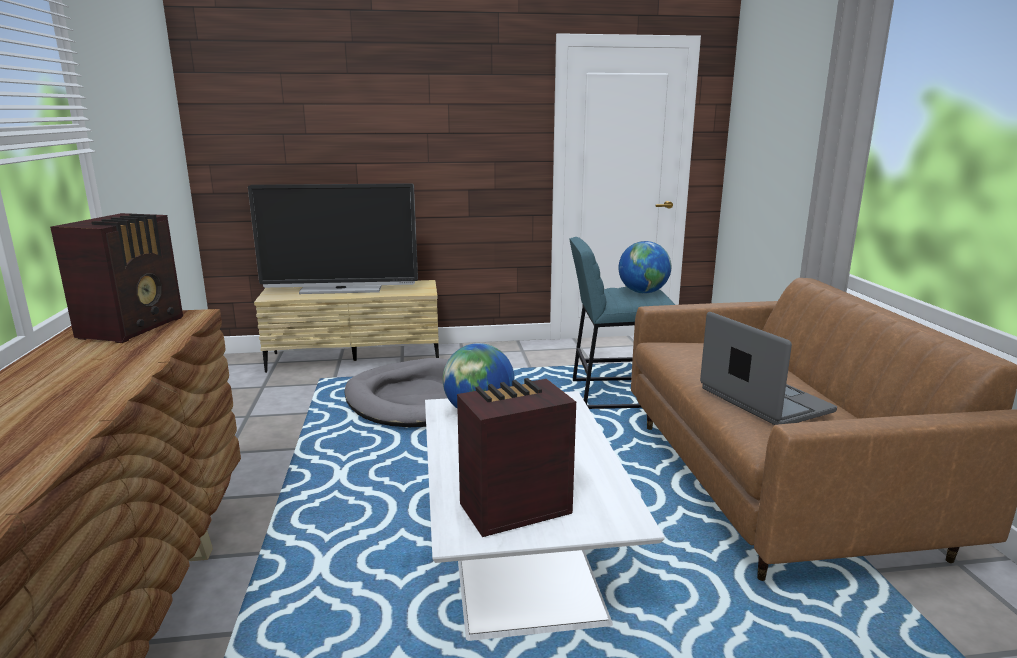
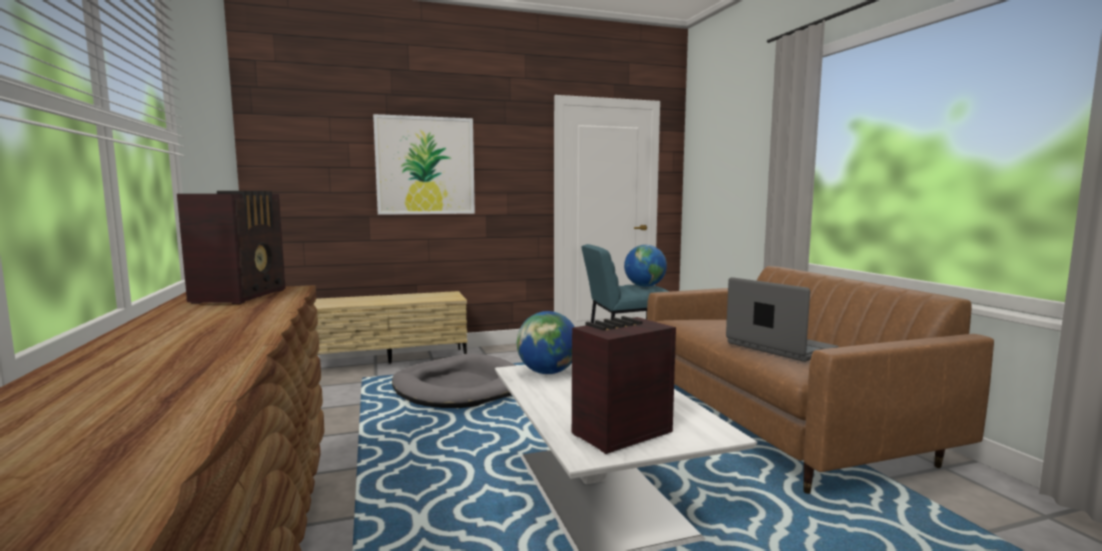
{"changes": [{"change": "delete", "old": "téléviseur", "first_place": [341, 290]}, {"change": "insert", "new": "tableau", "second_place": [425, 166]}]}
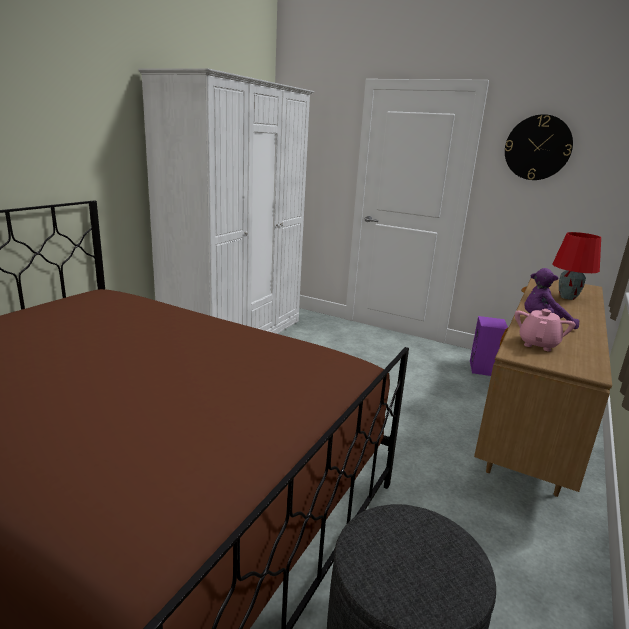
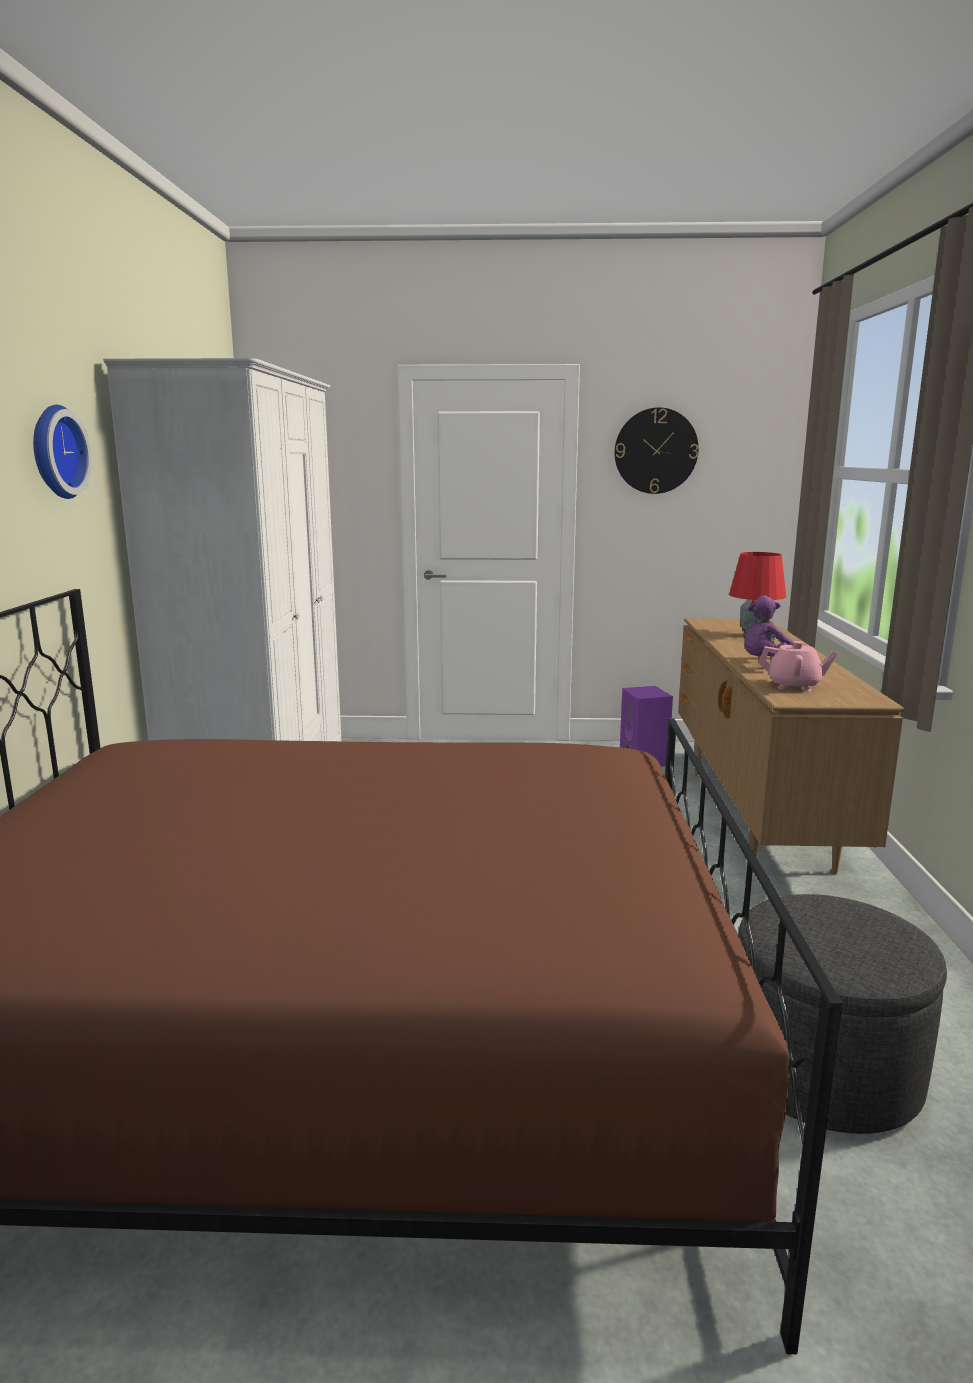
{"changes": [{"change": "insert", "new": "horloge murale", "second_place": [54, 452]}, {"change": "rotate", "old": "théière/rose", "first_place": [538, 344], "second_place": [794, 686], "degrees": 105}]}
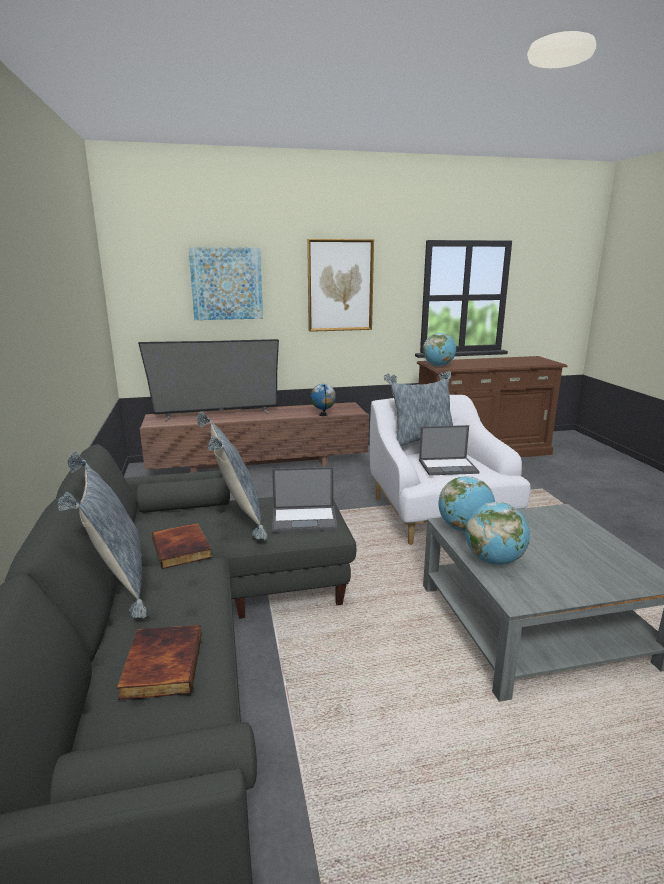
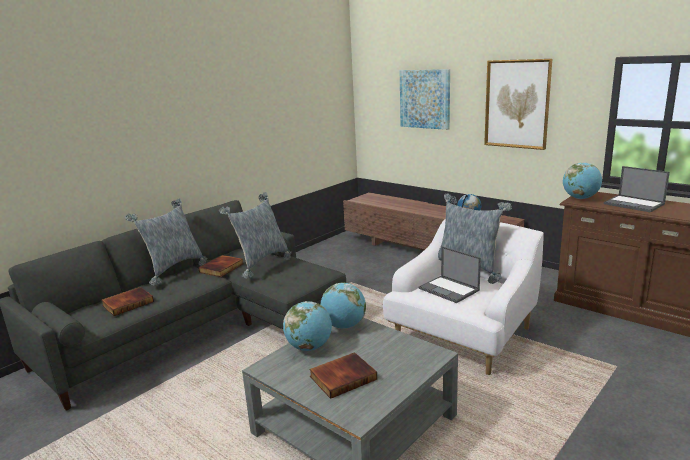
{"changes": [{"change": "delete", "old": "téléviseur", "first_place": [217, 414]}, {"change": "insert", "new": "livre", "second_place": [343, 377]}, {"change": "move", "old": "ordinateur portable", "first_place": [305, 519], "second_place": [634, 204]}]}
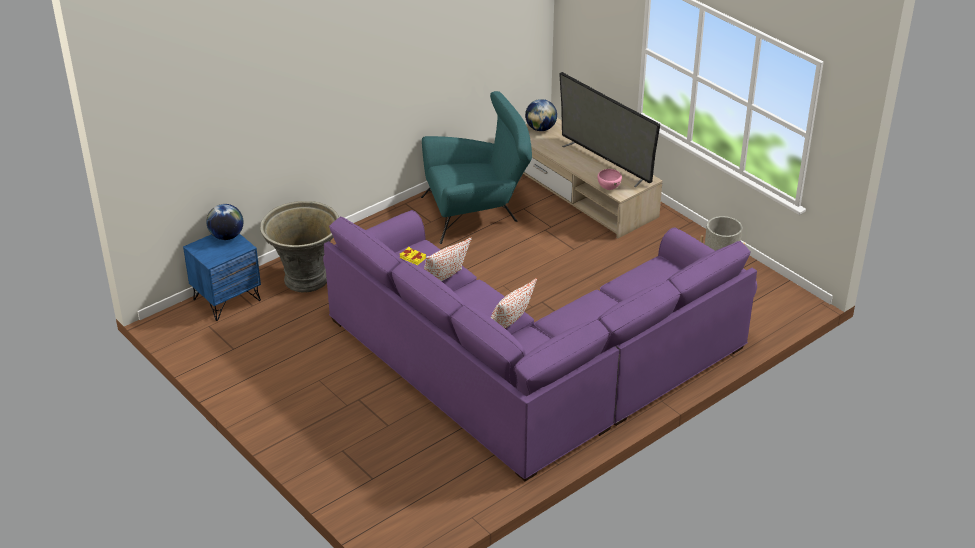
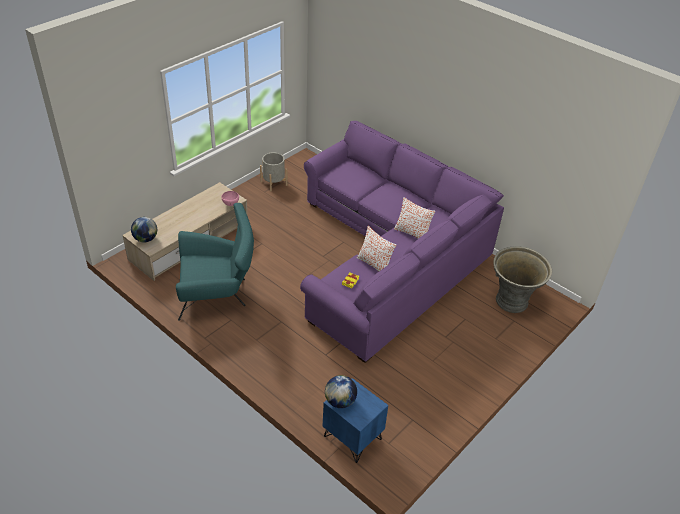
{"changes": [{"change": "delete", "old": "téléviseur", "first_place": [606, 162]}, {"change": "move", "old": "cache-pot/gris", "first_place": [305, 279], "second_place": [511, 302]}, {"change": "rotate", "old": "fauteuil/turquoise", "first_place": [478, 213], "second_place": [218, 294], "degrees": 105}]}
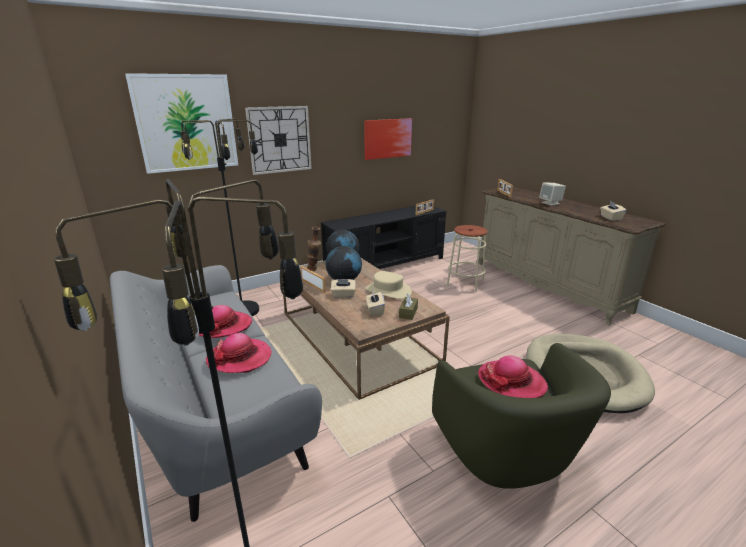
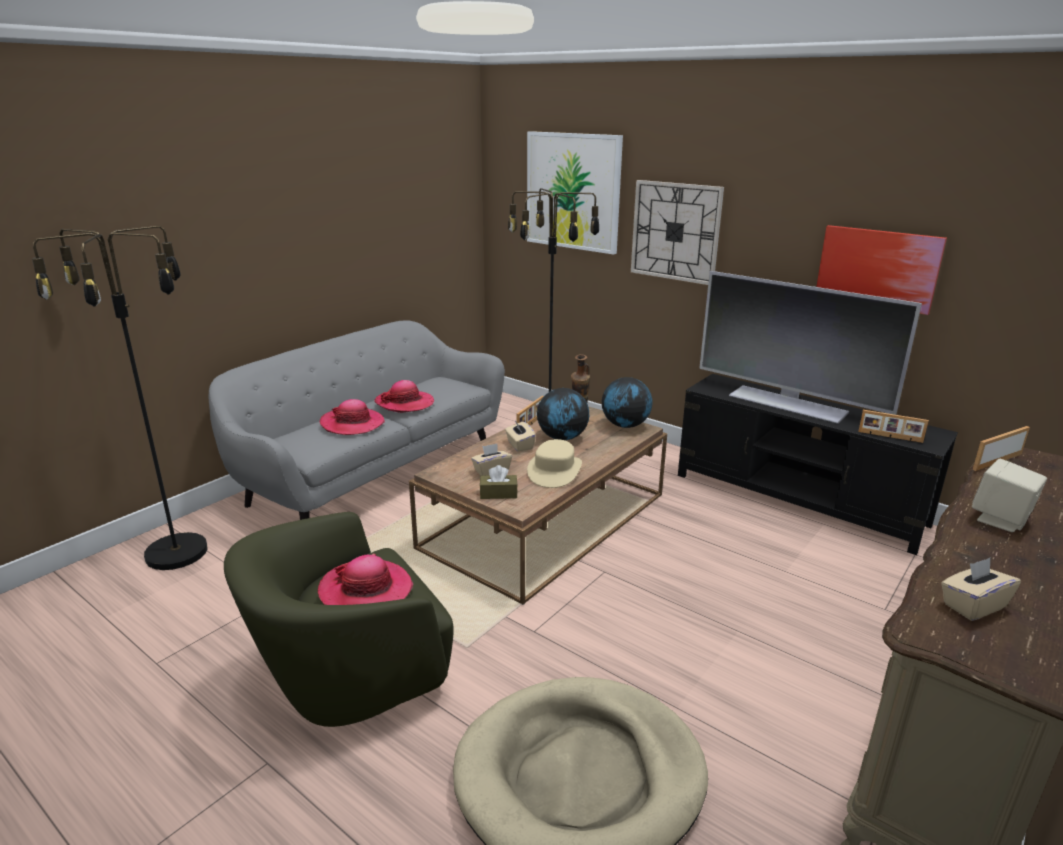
{"changes": [{"change": "delete", "old": "tabouret/beige", "first_place": [465, 283]}, {"change": "insert", "new": "téléviseur", "second_place": [788, 403]}]}
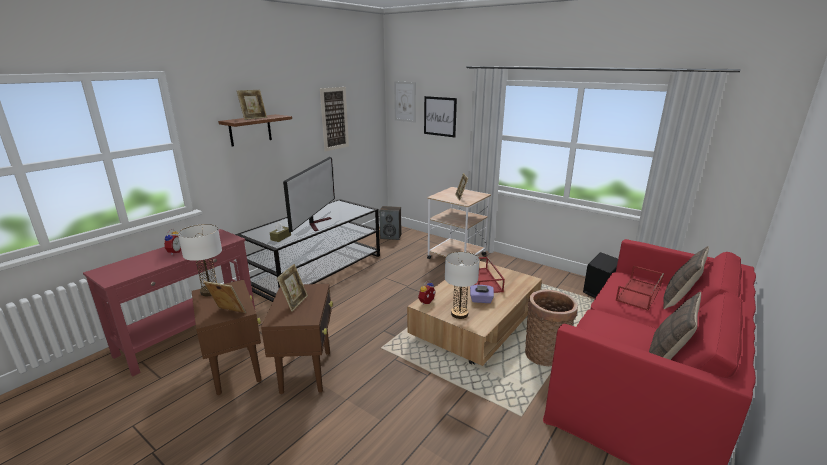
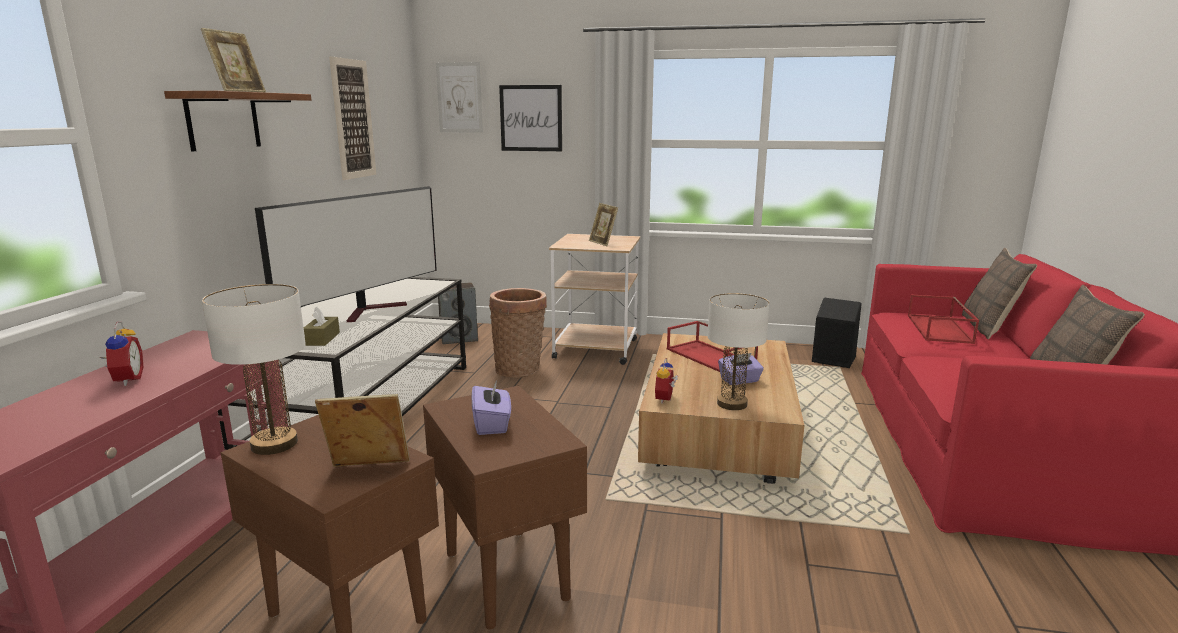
{"changes": [{"change": "move", "old": "panier", "first_place": [545, 355], "second_place": [520, 369]}, {"change": "replace", "old": "cadre photo", "new": "boîte à mouchoirs/violet", "first_place": [294, 302], "second_place": [492, 424]}, {"change": "rotate", "old": "téléviseur", "first_place": [317, 223], "second_place": [371, 310], "degrees": 45}]}
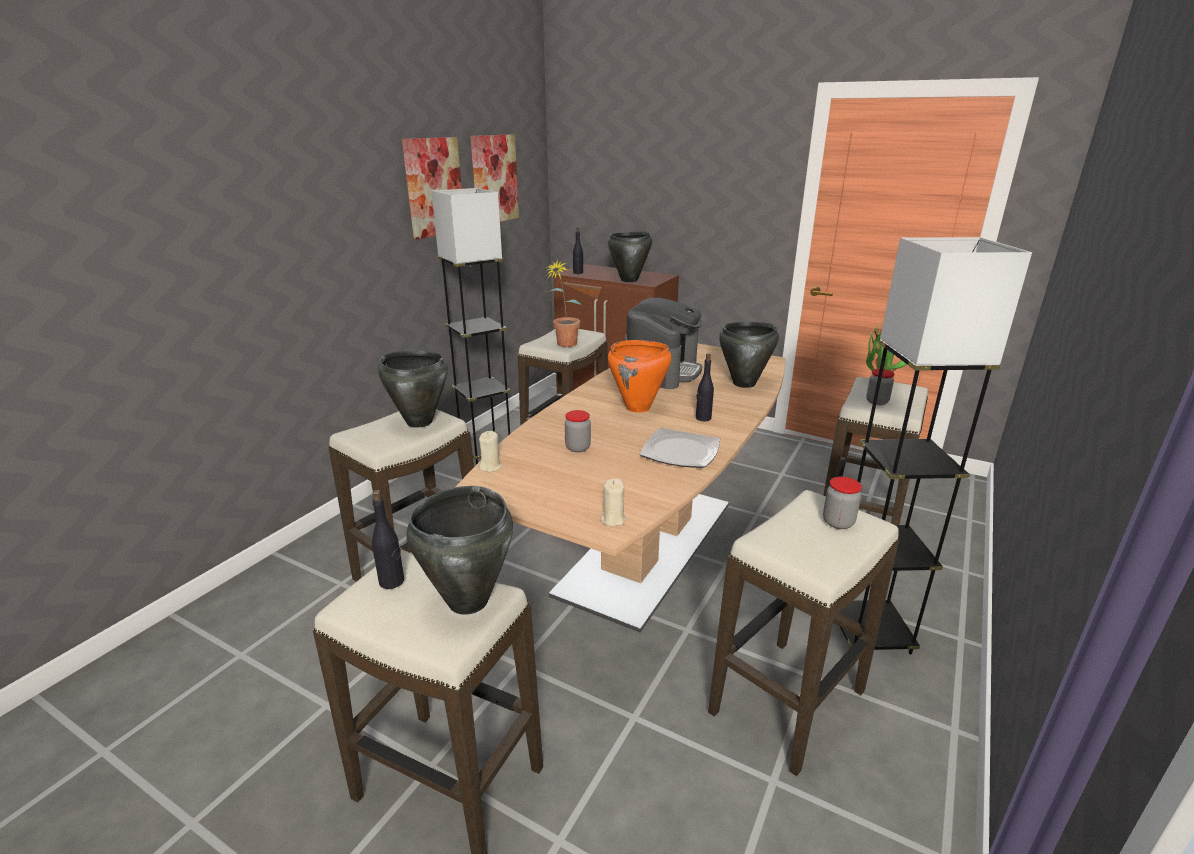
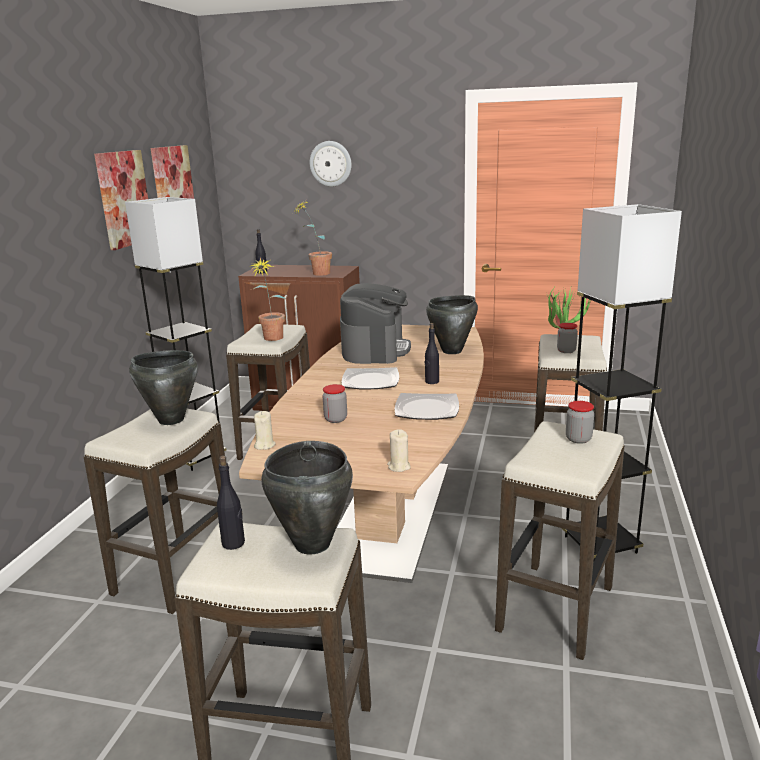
{"changes": [{"change": "insert", "new": "horloge murale", "second_place": [330, 163]}, {"change": "replace", "old": "marmite/noir", "new": "plante en pot", "first_place": [629, 280], "second_place": [316, 274]}, {"change": "replace", "old": "marmite/orange", "new": "assiette", "first_place": [638, 408], "second_place": [371, 381]}]}
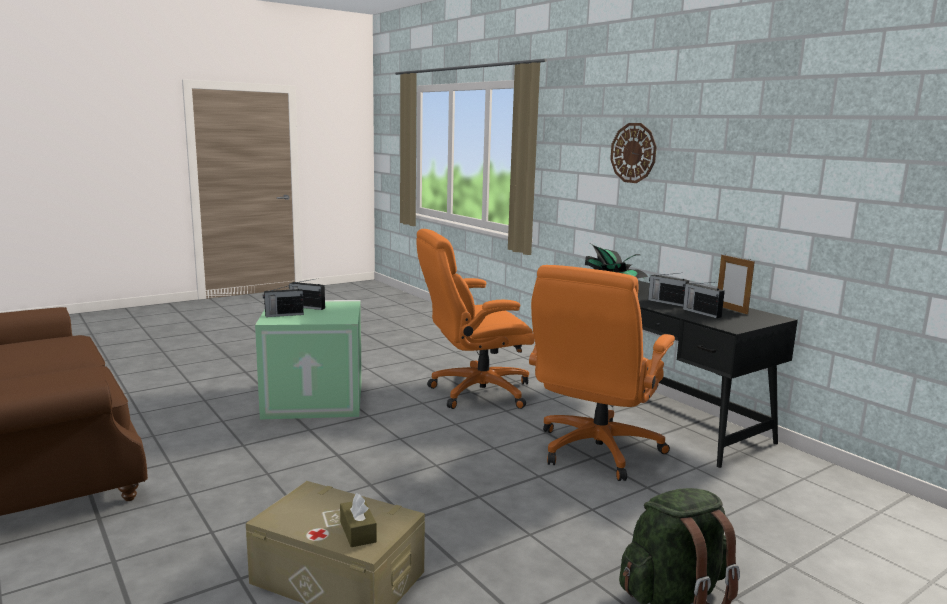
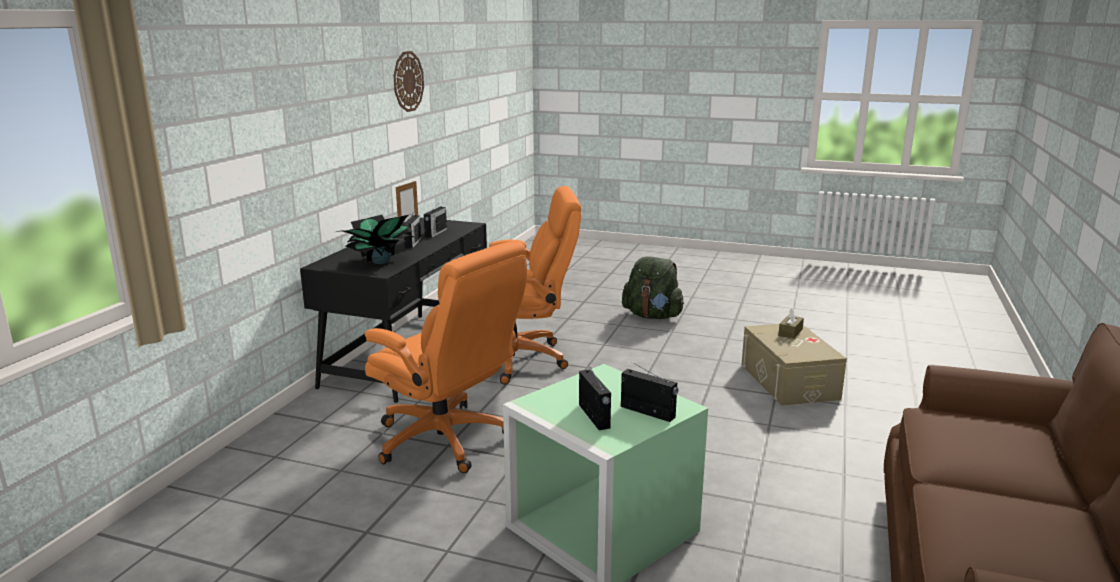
{"changes": [{"change": "move", "old": "horloge murale", "first_place": [633, 153], "second_place": [408, 81]}]}
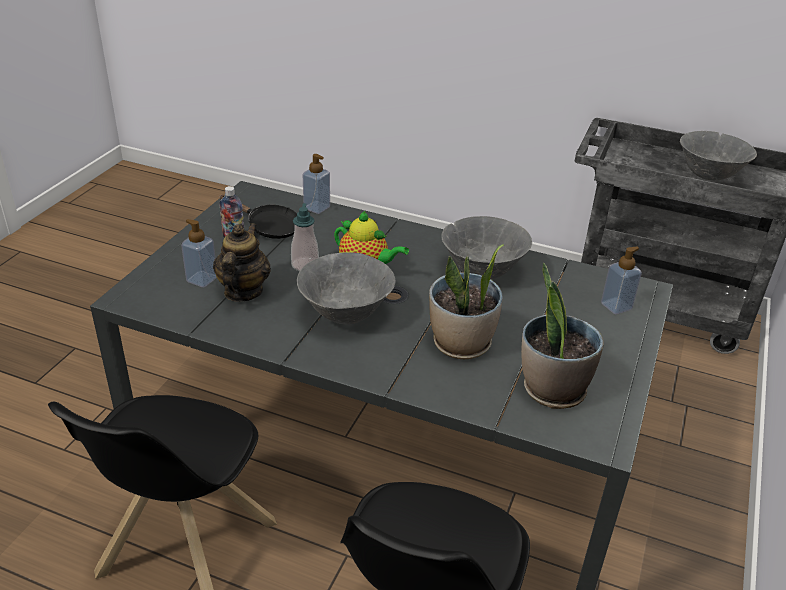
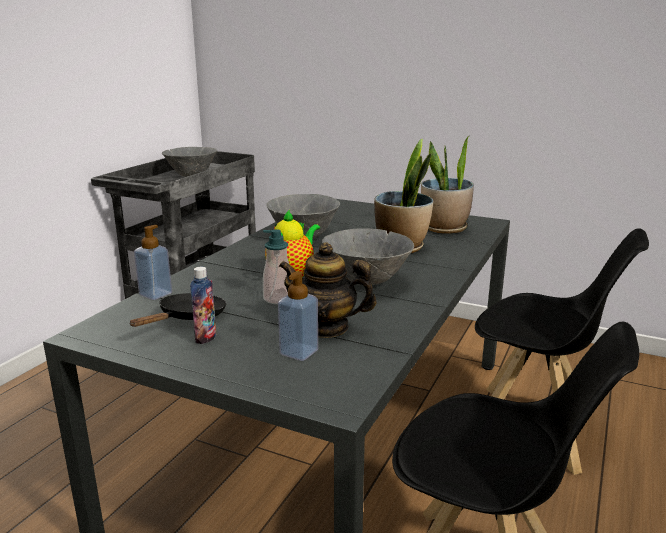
{"changes": [{"change": "delete", "old": "distributeur de savon", "first_place": [616, 306]}]}
